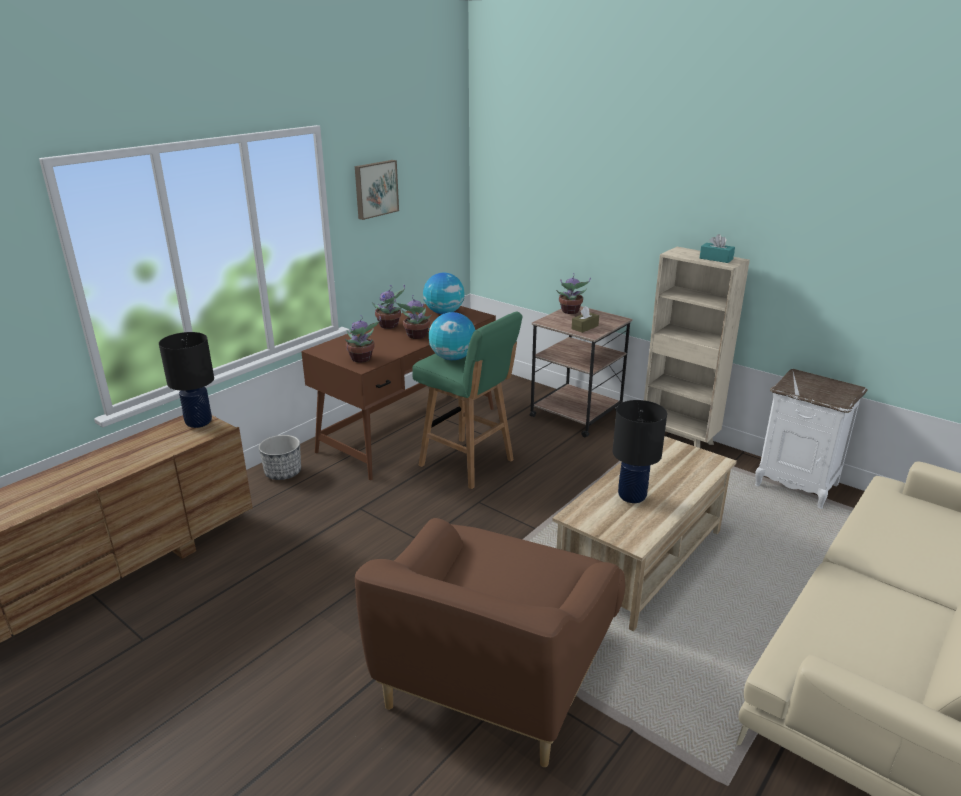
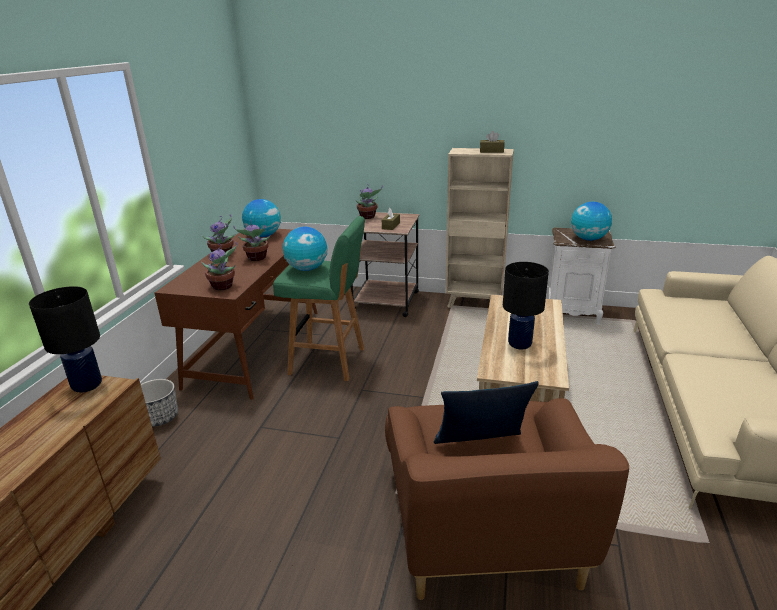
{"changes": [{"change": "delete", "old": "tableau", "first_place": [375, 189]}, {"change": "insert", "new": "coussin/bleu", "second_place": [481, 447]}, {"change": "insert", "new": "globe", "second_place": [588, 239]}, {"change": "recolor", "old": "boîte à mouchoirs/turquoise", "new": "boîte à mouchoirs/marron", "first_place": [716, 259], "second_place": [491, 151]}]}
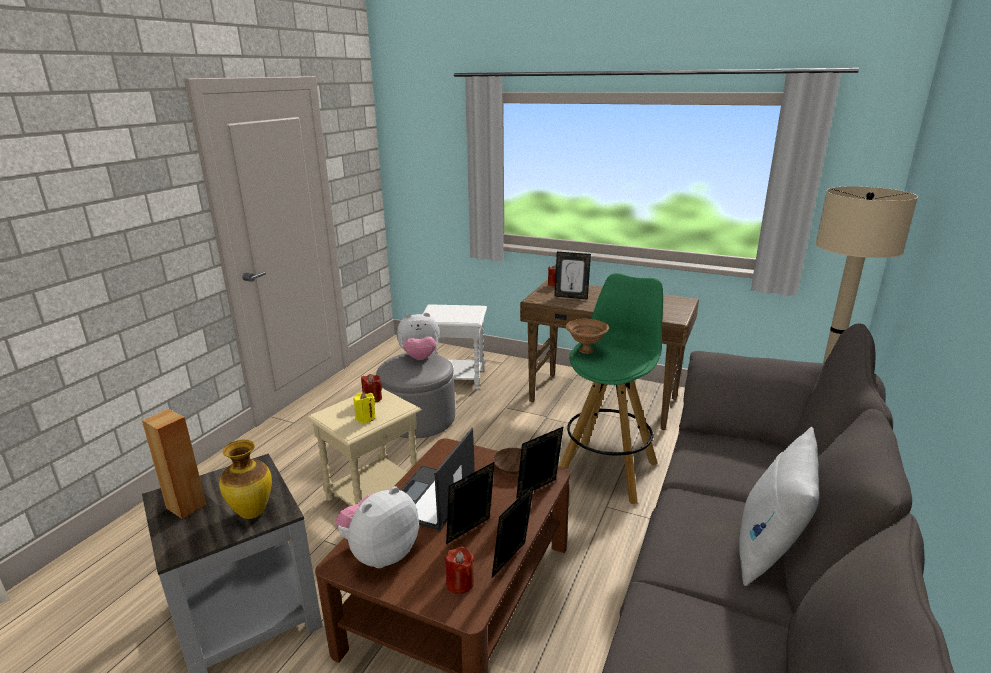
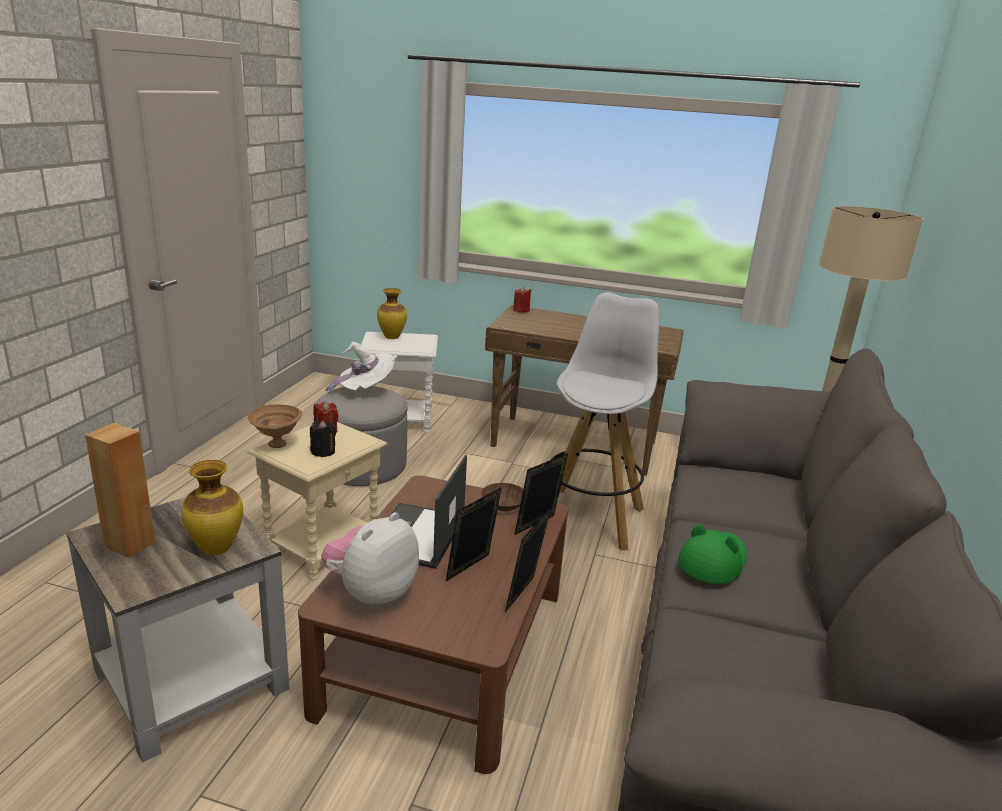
{"changes": [{"change": "delete", "old": "bougie/rouge", "first_place": [460, 583]}, {"change": "delete", "old": "cadre photo", "first_place": [571, 297]}, {"change": "delete", "old": "coussin/gris", "first_place": [768, 550]}, {"change": "insert", "new": "vase", "second_place": [392, 337]}, {"change": "insert", "new": "chapeau/vert", "second_place": [713, 561]}, {"change": "move", "old": "bol/marron", "first_place": [586, 351], "second_place": [277, 445]}, {"change": "replace", "old": "peluche", "new": "chapeau/blanc", "first_place": [420, 357], "second_place": [366, 391]}, {"change": "recolor", "old": "bougie/jaune", "new": "bougie/noir", "first_place": [365, 418], "second_place": [323, 452]}, {"change": "recolor", "old": "tabouret/vert", "new": "tabouret/blanc", "first_place": [607, 470], "second_place": [590, 517]}]}
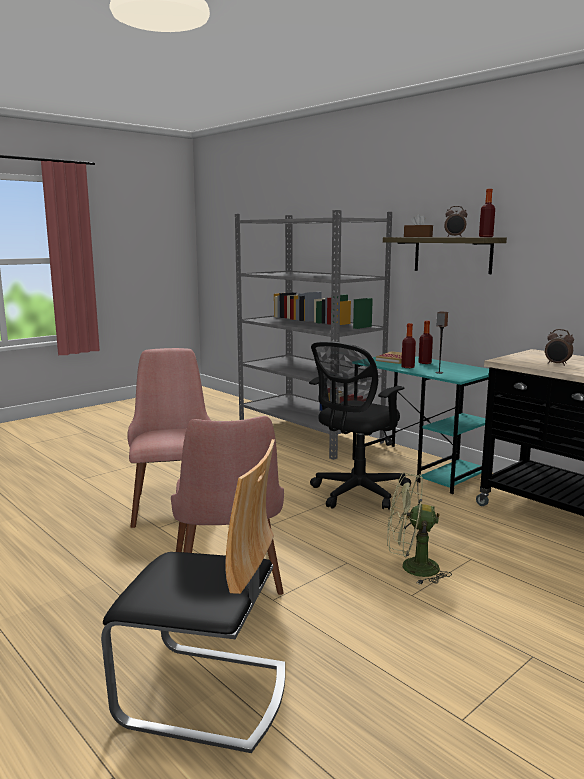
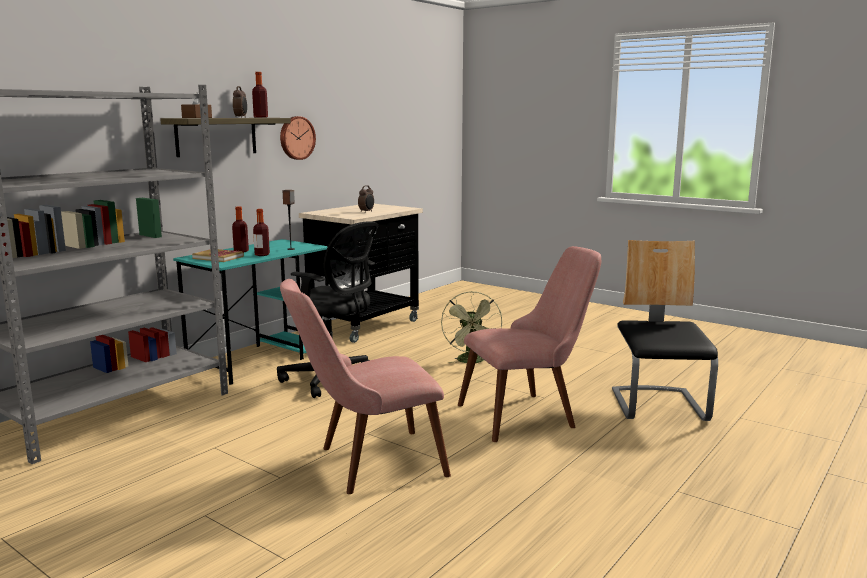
{"changes": [{"change": "insert", "new": "horloge murale", "second_place": [296, 138]}]}
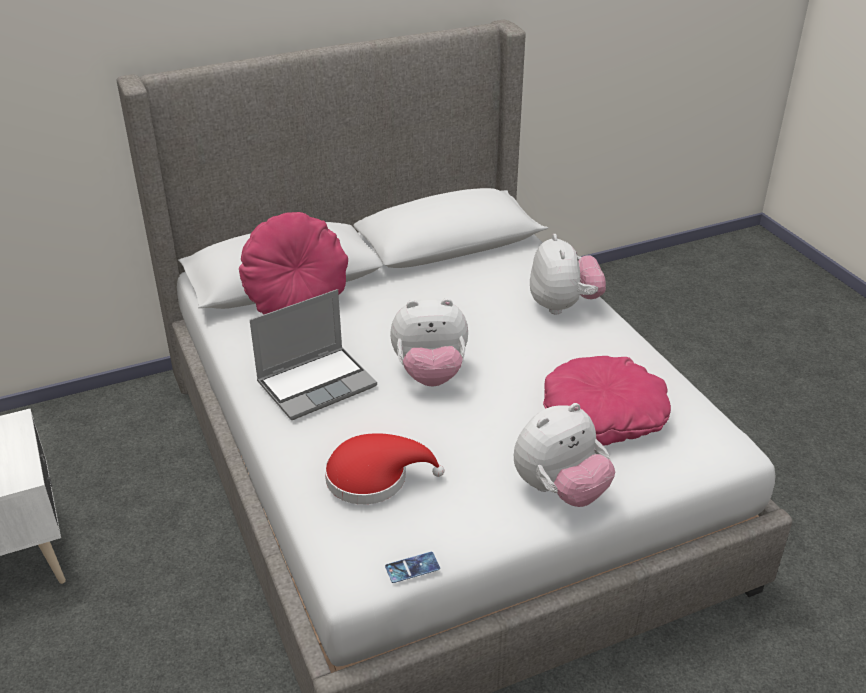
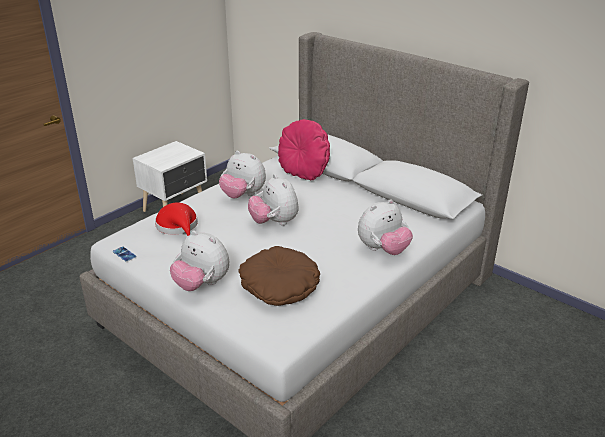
{"changes": [{"change": "replace", "old": "ordinateur portable", "new": "peluche", "first_place": [317, 383], "second_place": [243, 195]}, {"change": "recolor", "old": "coussin/rose", "new": "coussin/marron", "first_place": [602, 413], "second_place": [281, 285]}]}
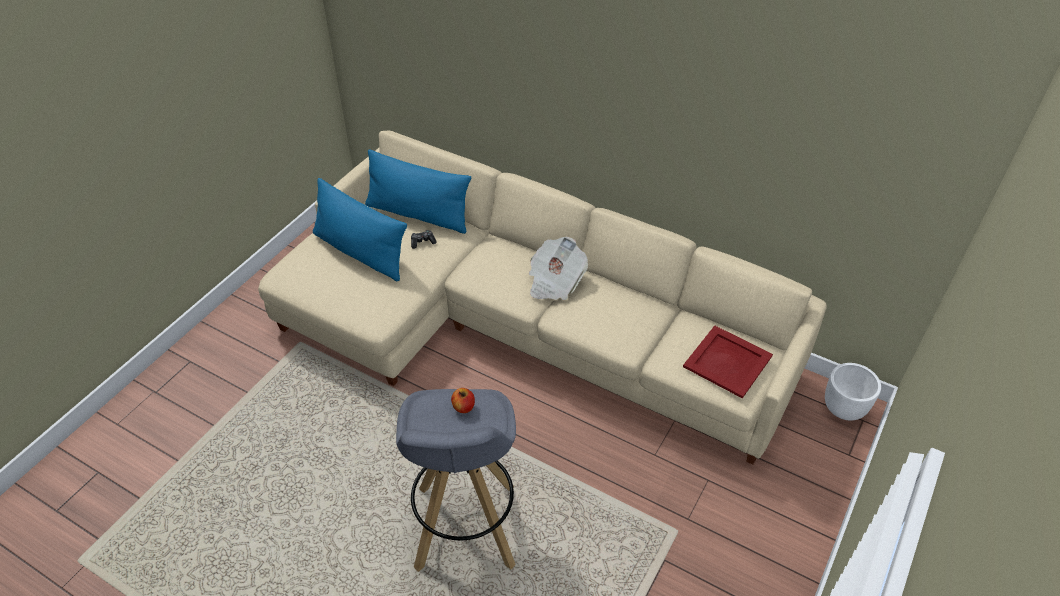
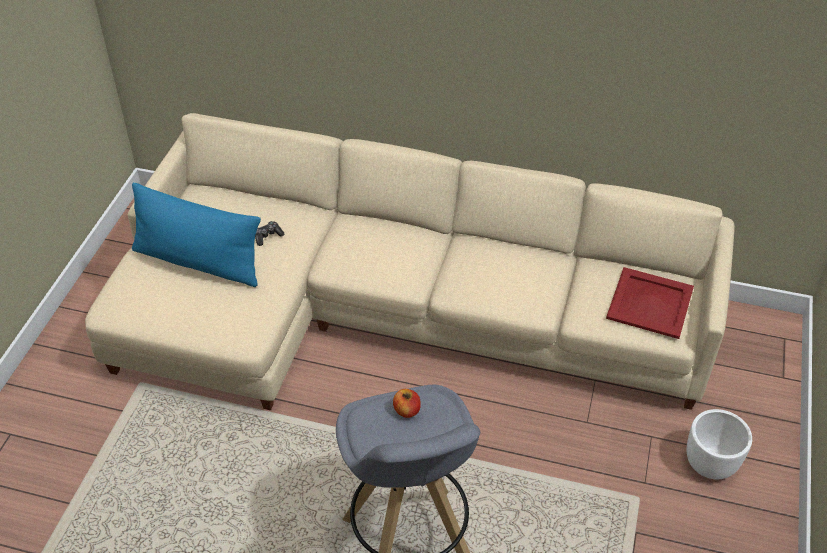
{"changes": [{"change": "delete", "old": "coussin/bleu", "first_place": [418, 214]}, {"change": "delete", "old": "journal", "first_place": [554, 282]}, {"change": "move", "old": "cache-pot/blanc", "first_place": [844, 408], "second_place": [710, 463]}]}
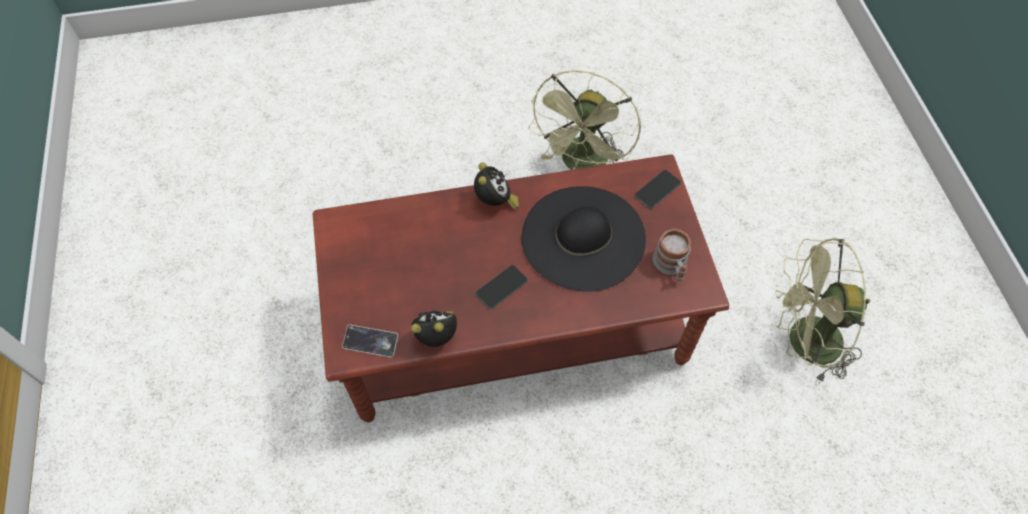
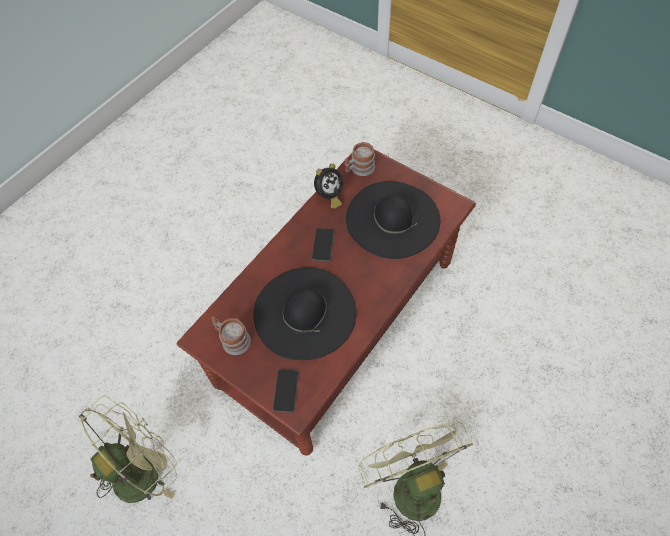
{"changes": [{"change": "delete", "old": "réveil", "first_place": [495, 202]}, {"change": "insert", "new": "chapeau/noir", "second_place": [392, 219]}, {"change": "replace", "old": "téléphone", "new": "mug", "first_place": [370, 342], "second_place": [359, 169]}]}
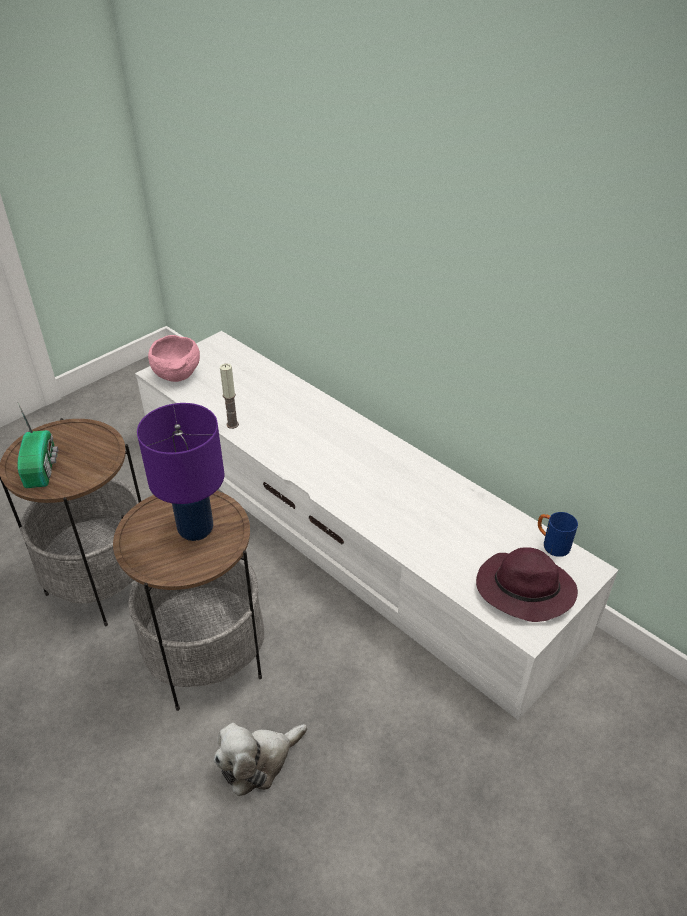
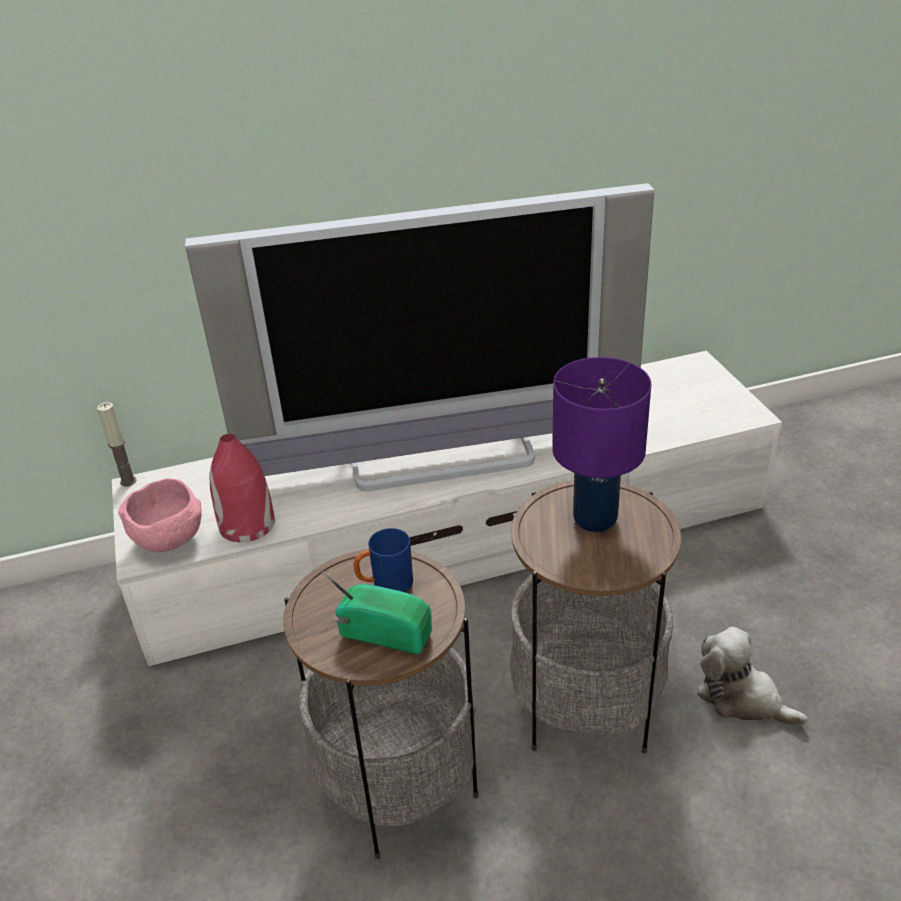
{"changes": [{"change": "delete", "old": "chapeau/violet", "first_place": [523, 590]}, {"change": "insert", "new": "téléviseur", "second_place": [443, 456]}, {"change": "insert", "new": "vase/rouge", "second_place": [246, 525]}, {"change": "move", "old": "bougie", "first_place": [232, 424], "second_place": [128, 481]}, {"change": "move", "old": "mug/bleu", "first_place": [551, 544], "second_place": [385, 585]}, {"change": "rotate", "old": "peluche", "first_place": [258, 762], "second_place": [742, 698], "degrees": 135}]}
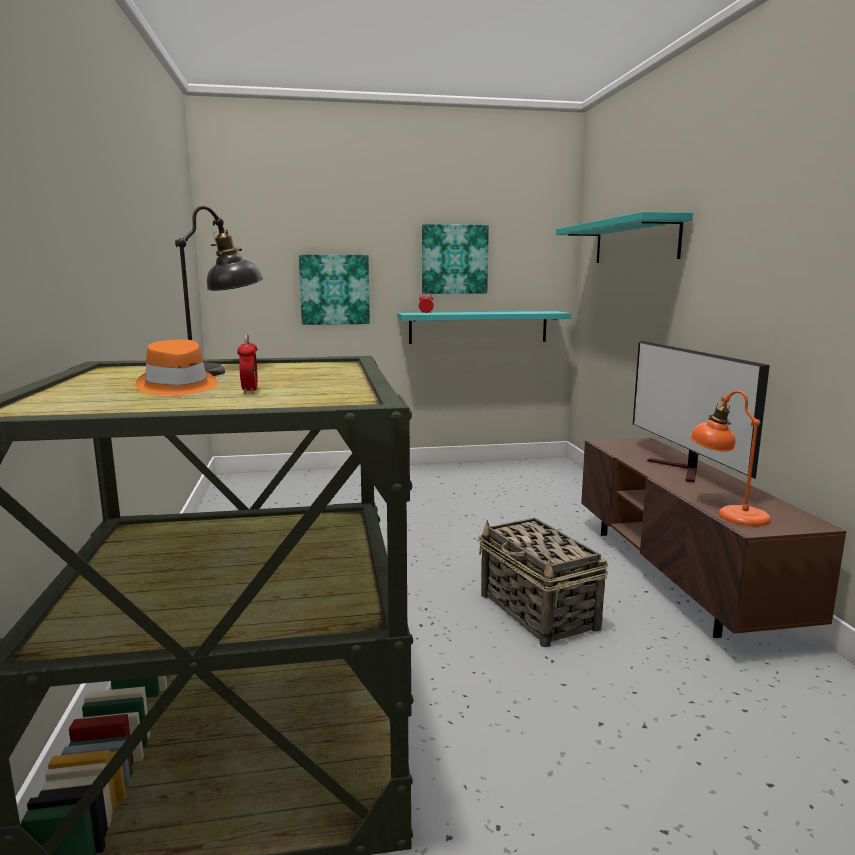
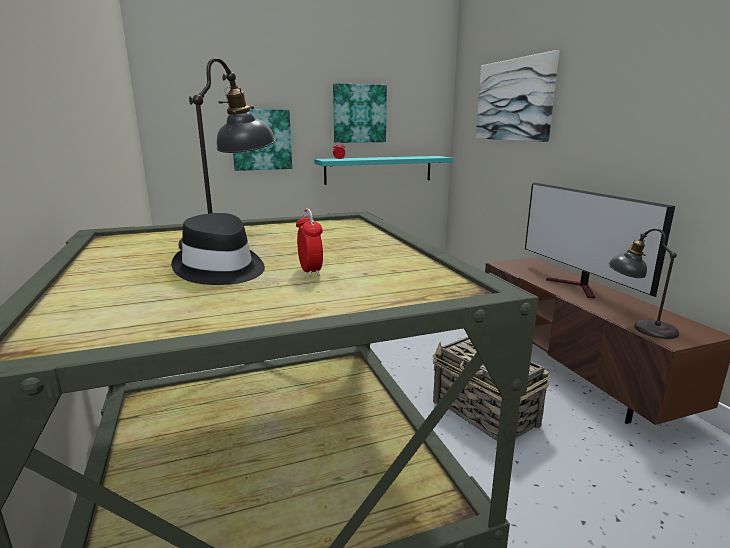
{"changes": [{"change": "replace", "old": "étagère/turquoise", "new": "tableau", "first_place": [634, 241], "second_place": [514, 100]}, {"change": "recolor", "old": "chapeau/orange", "new": "chapeau/noir", "first_place": [177, 387], "second_place": [220, 269]}, {"change": "recolor", "old": "lampe de table/orange", "new": "lampe de table/gris", "first_place": [725, 510], "second_place": [637, 324]}]}
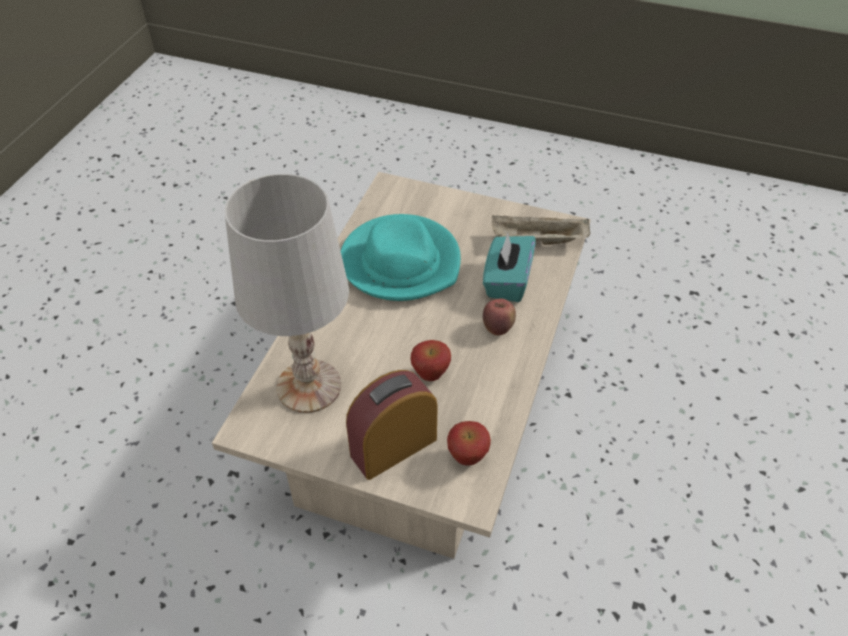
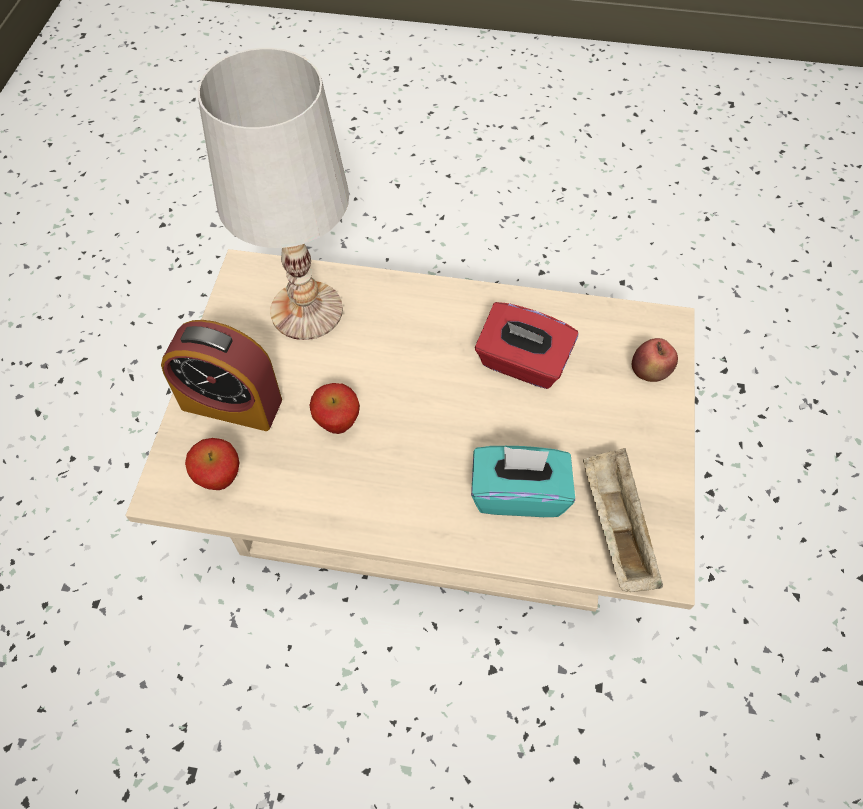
{"changes": [{"change": "move", "old": "pomme", "first_place": [498, 328], "second_place": [649, 373]}, {"change": "replace", "old": "chapeau/turquoise", "new": "boîte à mouchoirs/rouge", "first_place": [401, 262], "second_place": [522, 363]}, {"change": "rotate", "old": "réveil", "first_place": [393, 447], "second_place": [231, 403], "degrees": 150}]}
